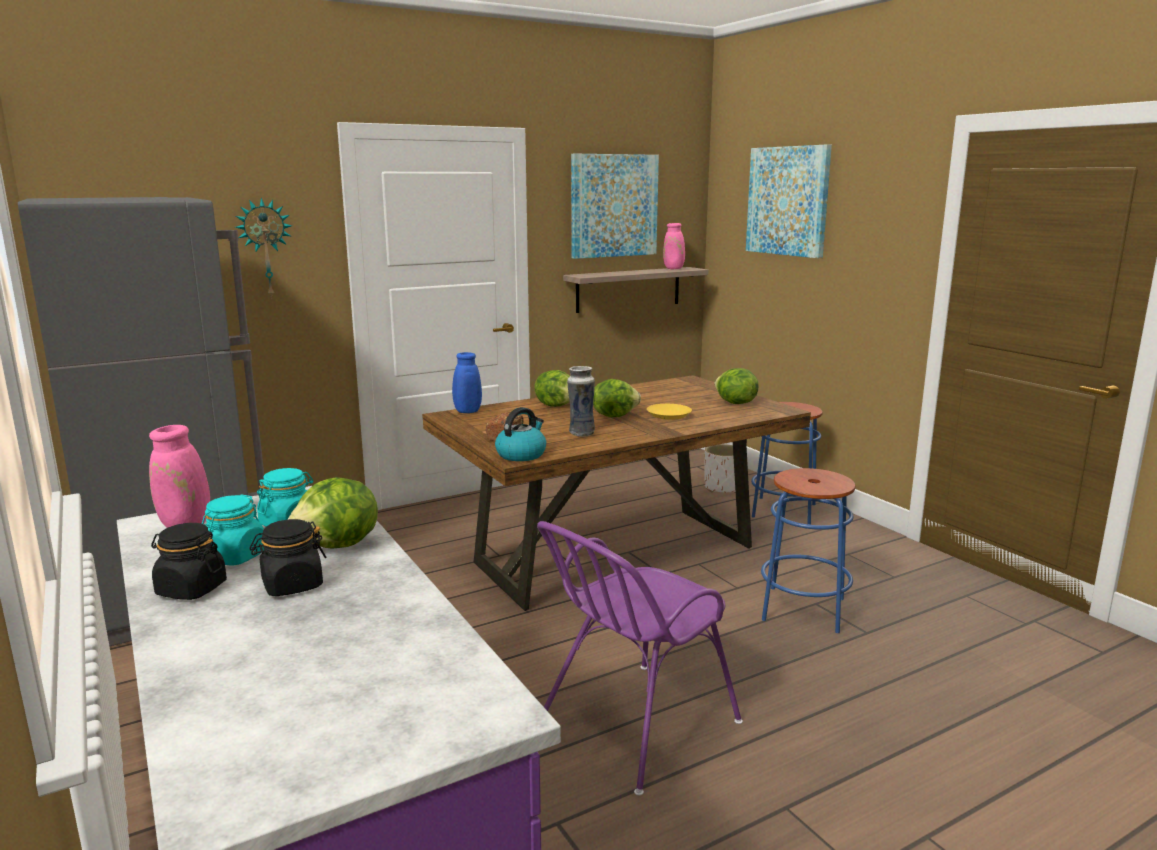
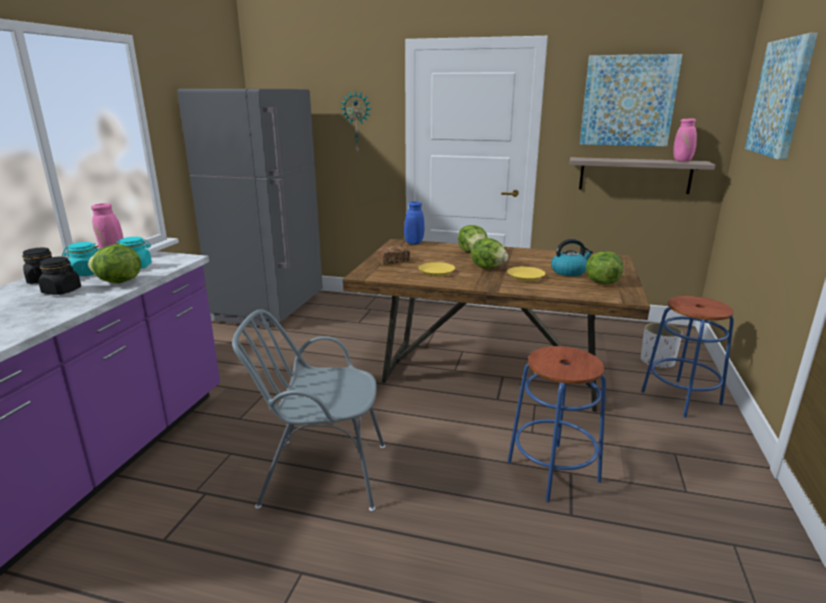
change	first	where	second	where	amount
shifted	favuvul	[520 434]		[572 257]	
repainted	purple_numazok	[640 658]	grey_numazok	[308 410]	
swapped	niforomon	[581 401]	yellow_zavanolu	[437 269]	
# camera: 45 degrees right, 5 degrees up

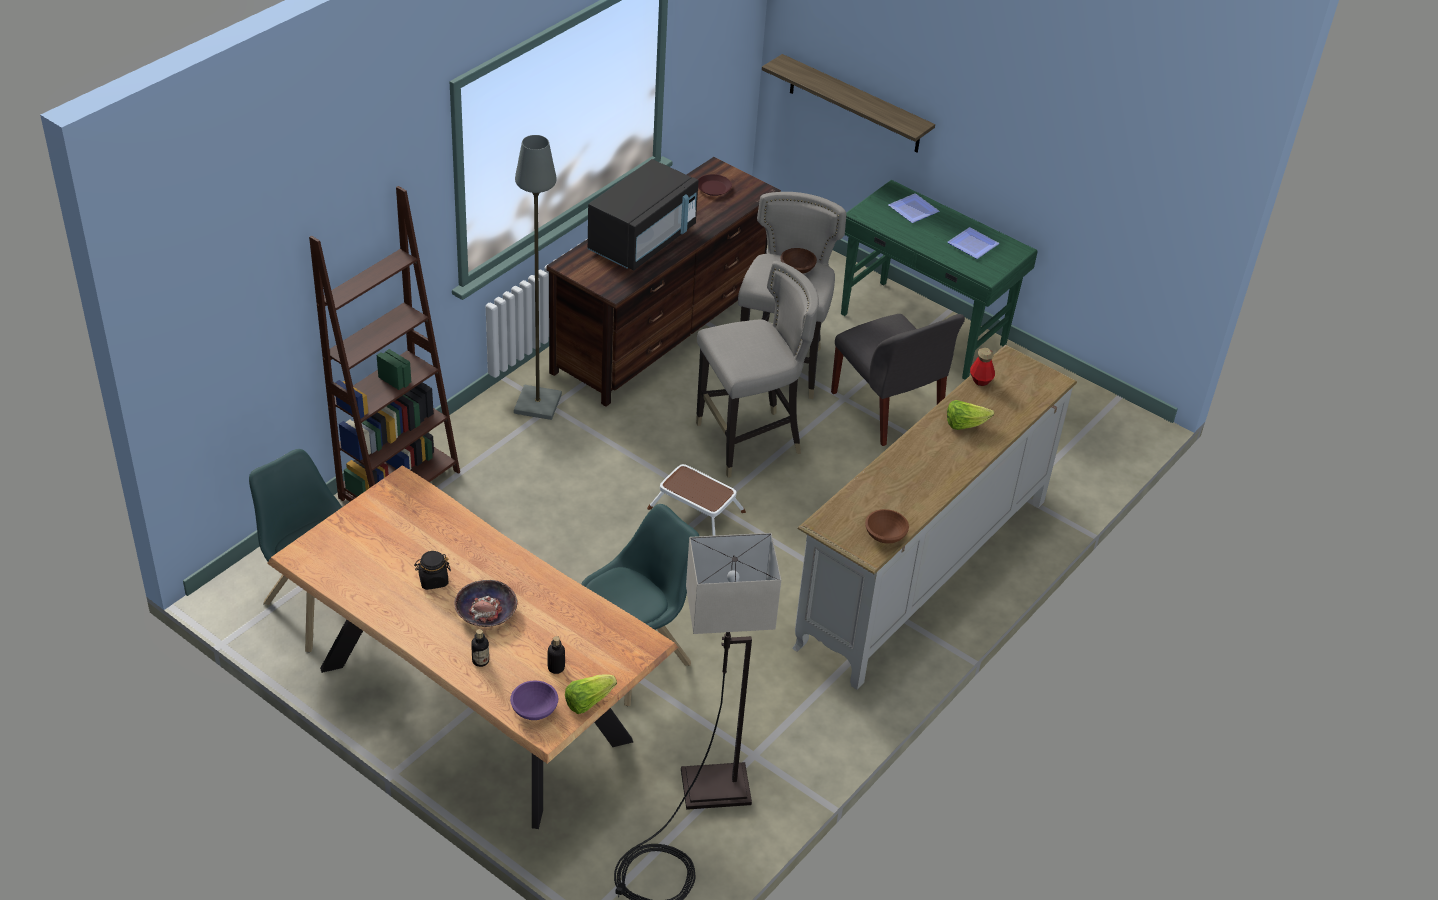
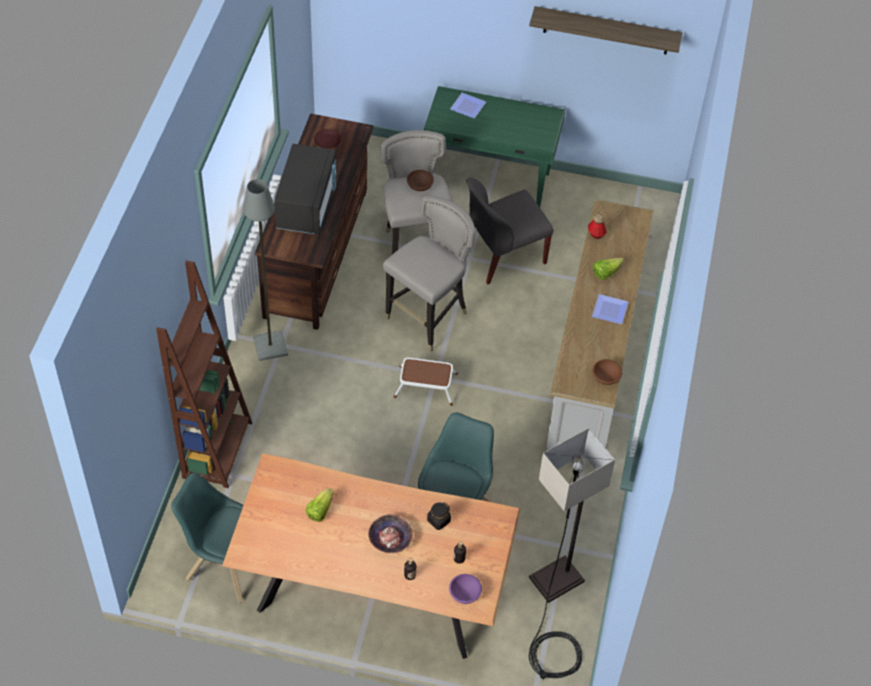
change	first	where	second	where	amount
shifted	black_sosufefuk	[432 570]		[439 516]	
shifted	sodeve	[591 694]		[319 505]	
shifted	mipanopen	[848 103]		[606 30]	
rotated	grey_numazok	[898 380]		[509 231]	120 degrees clockwise
shifted	zavanolu	[973 243]		[610 309]	
# camera: 25 degrees left, 10 degrees up

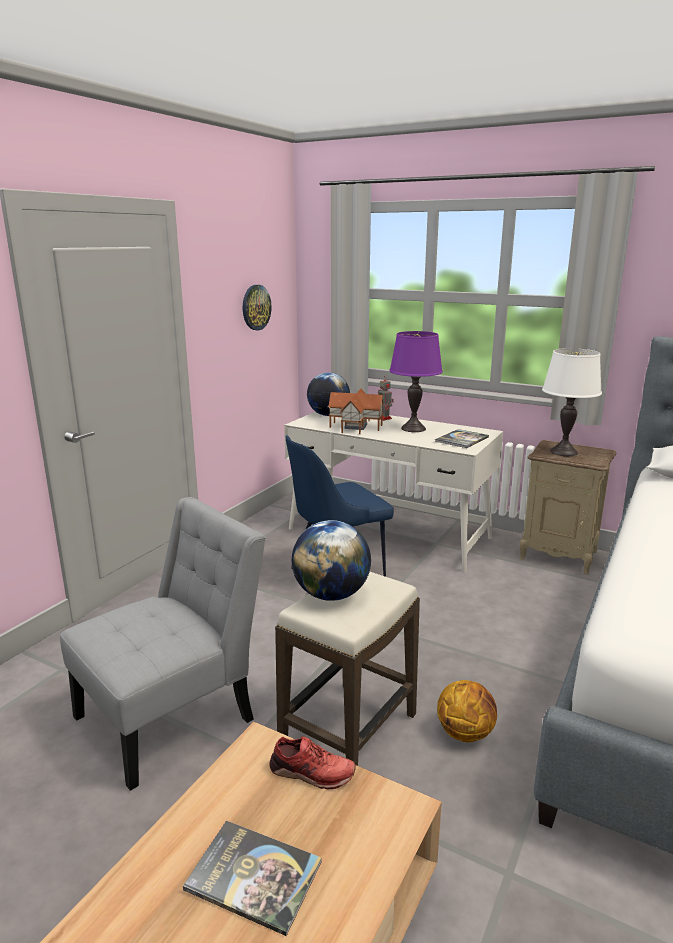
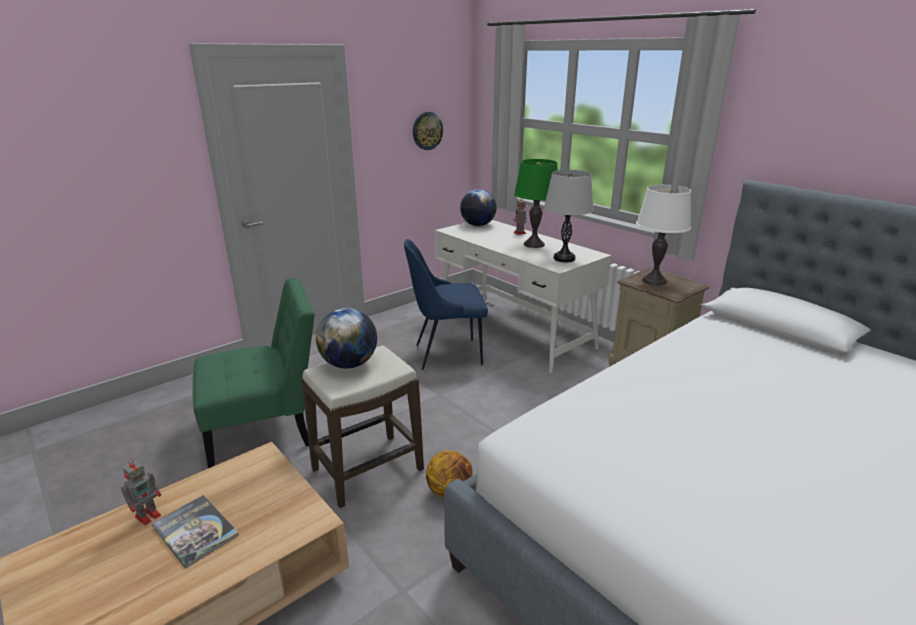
change	first	where	second	where	amount
repainted	grey_numazok	[163 644]	green_numazok	[254 373]	
gone	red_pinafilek	[312 763]			
gone	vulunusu	[356 411]			
repainted	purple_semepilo	[416 381]	green_semepilo	[536 203]	
swapped	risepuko	[462 438]	grey_semepilo	[569 216]	
new			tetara	[141 491]	
# camera: 20 degrees right, 5 degrees up

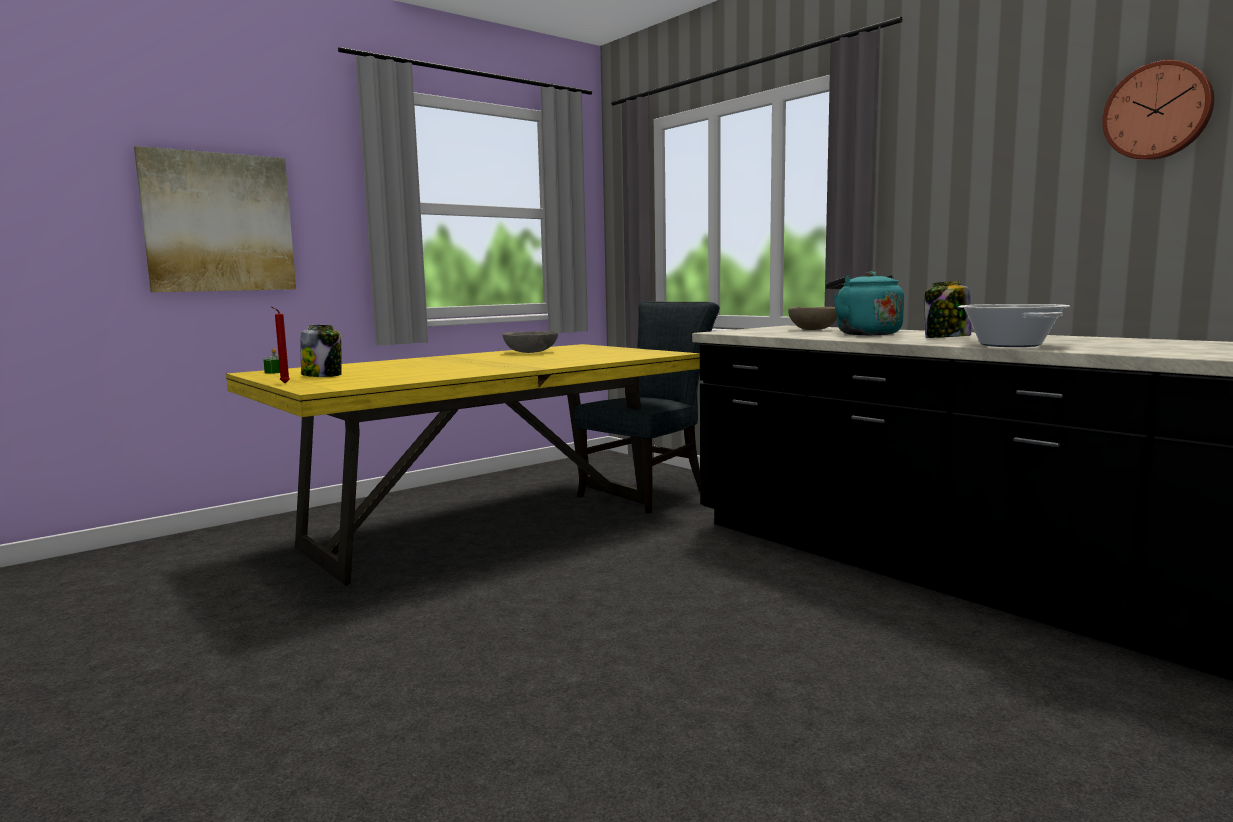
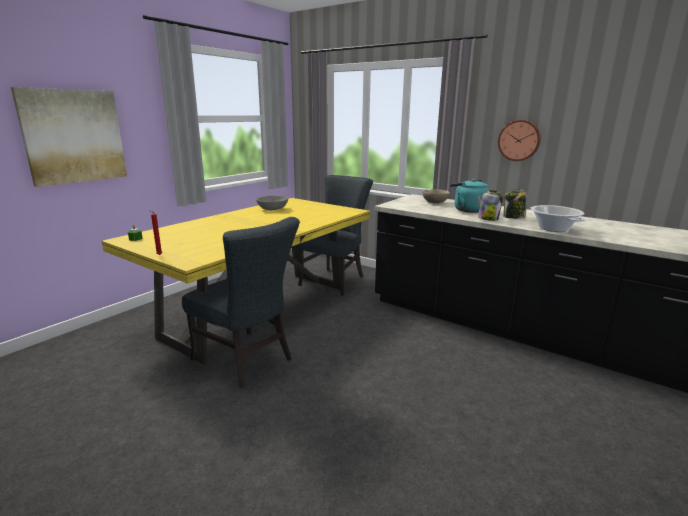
change	first	where	second	where	amount
shifted	sosufefuk	[321 351]		[490 205]	
shifted	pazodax	[1158 110]		[519 140]	
new			grey_numazok	[241 302]	
# camera: 15 degrees left, 10 degrees up

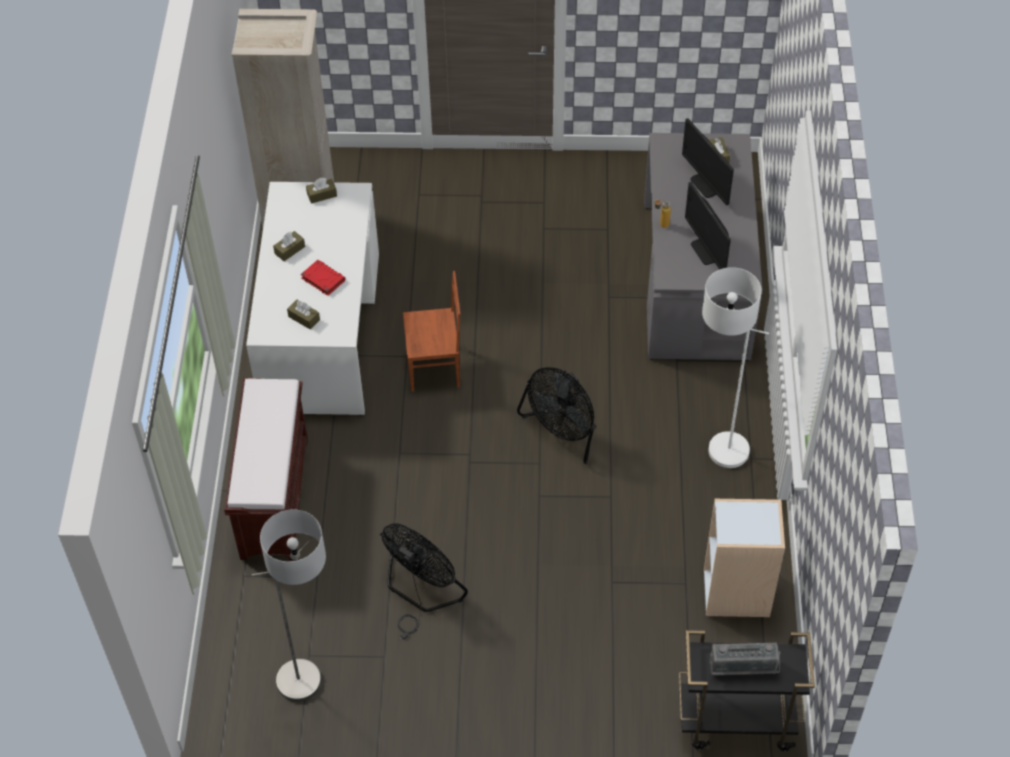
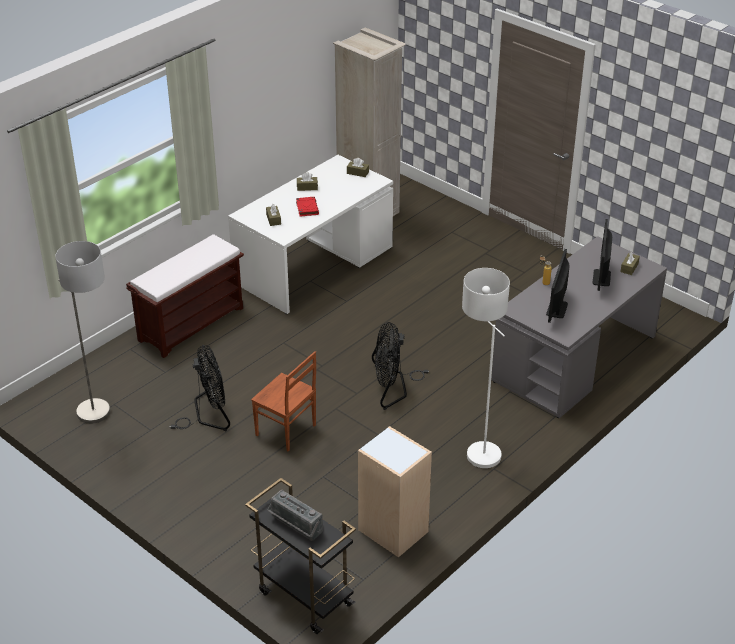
change	first	where	second	where	amount
shifted	brown_numazok	[431 331]		[283 401]	
# camera: 40 degrees right, 15 degrees down

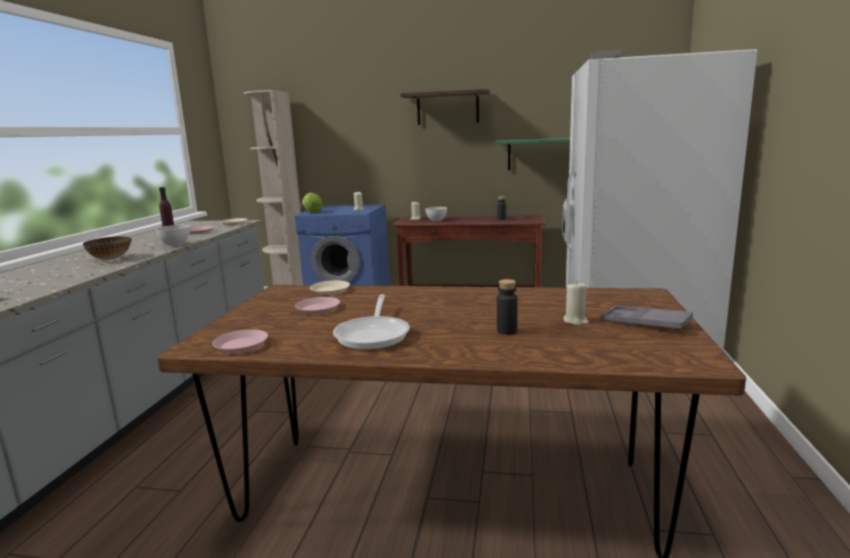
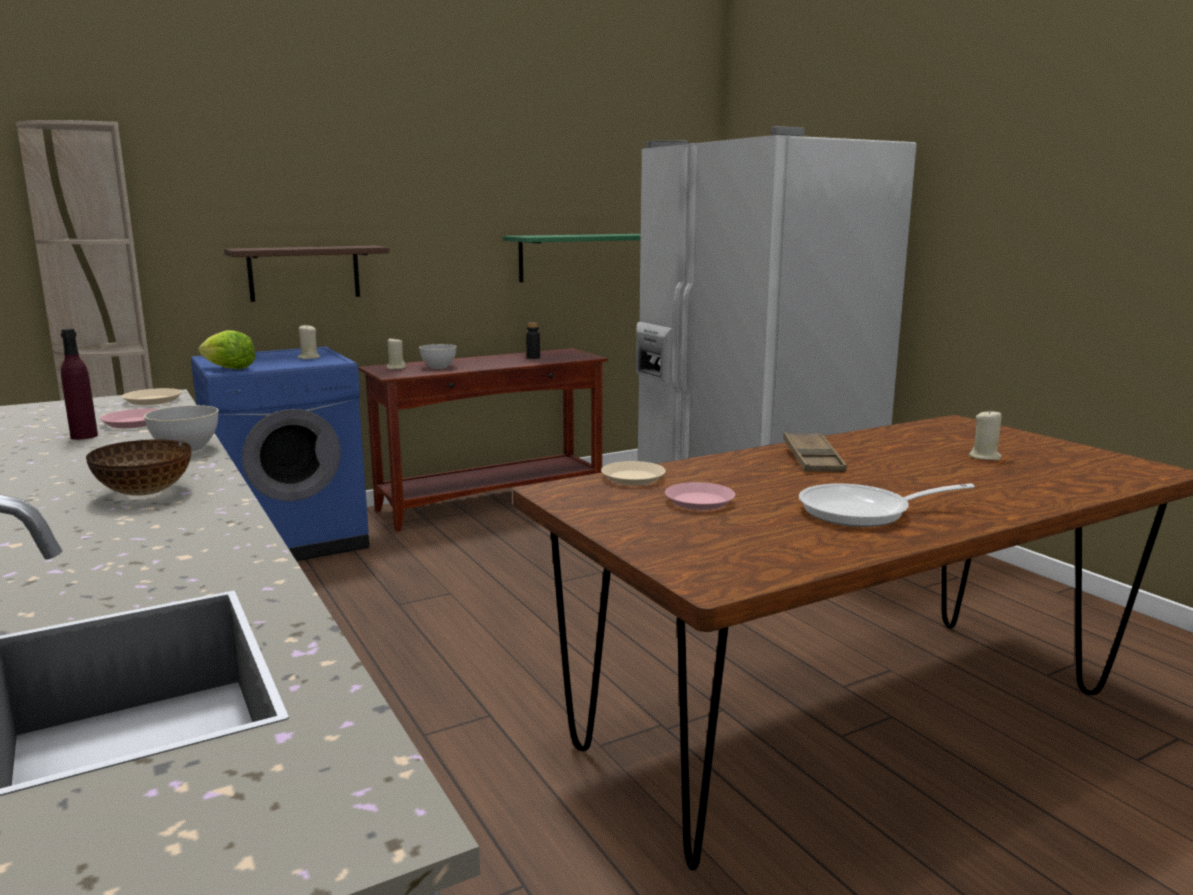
change	first	where	second	where	amount
gone	pink_zavanolu	[240 341]			
rotated	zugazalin	[371 322]		[887 505]	120 degrees clockwise
shifted	mipanopen	[445 107]		[306 274]	
gone	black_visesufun	[507 307]			
gone	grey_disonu	[647 318]			
new			brown_disonu	[815 452]	
# camera: 40 degrees left, 0 degrees up

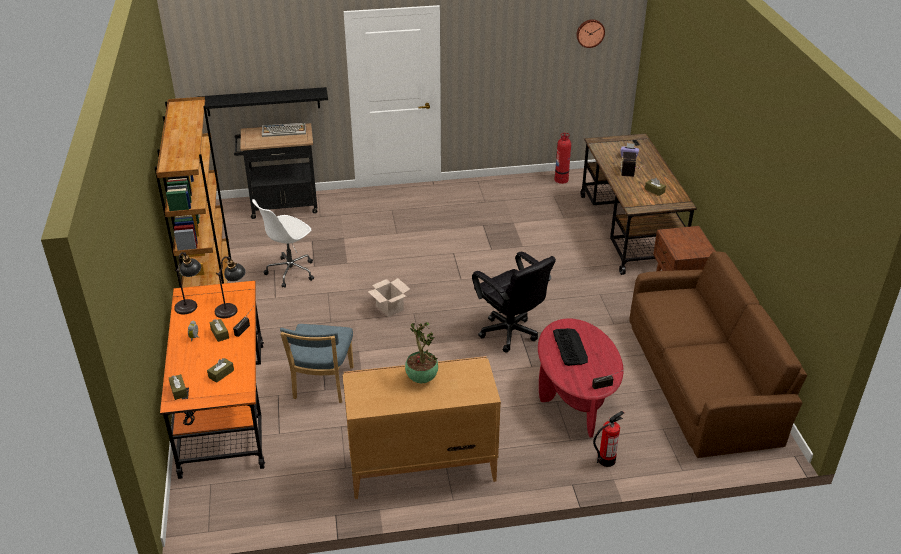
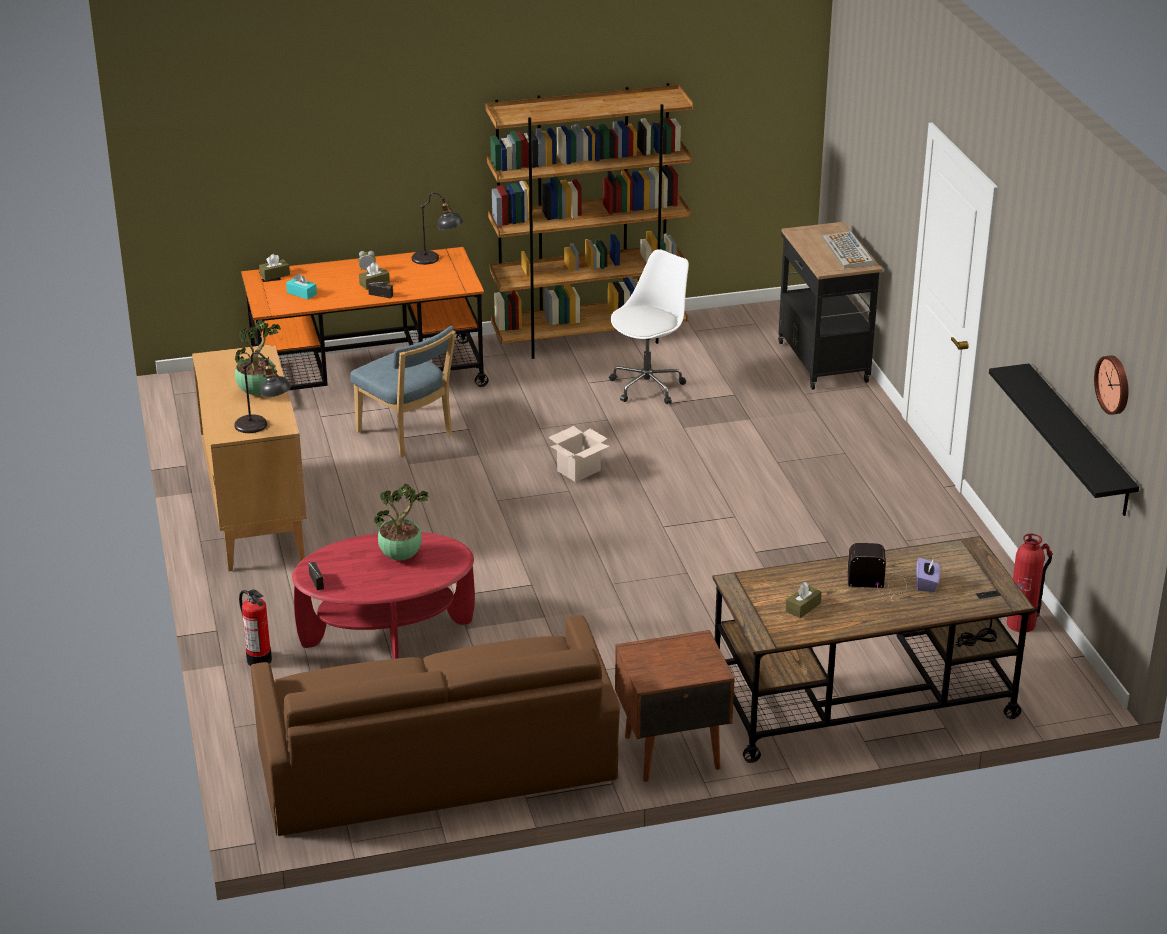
change	first	where	second	where	amount
shifted	black_mipanopen	[262 101]		[1064 439]	
repainted	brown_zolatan	[220 370]	turquoise_zolatan	[301 286]	
shifted	grey_semepilo	[230 287]		[262 392]	
rotated	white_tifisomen	[283 243]		[649 326]	90 degrees clockwise
rotated	blue_numazok	[317 363]		[403 391]	135 degrees counterclockwise
gone	black_tifisomen	[514 302]			
swapped	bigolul	[570 347]	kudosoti	[401 522]	
# camera: 85 degrees right, 5 degrees down

